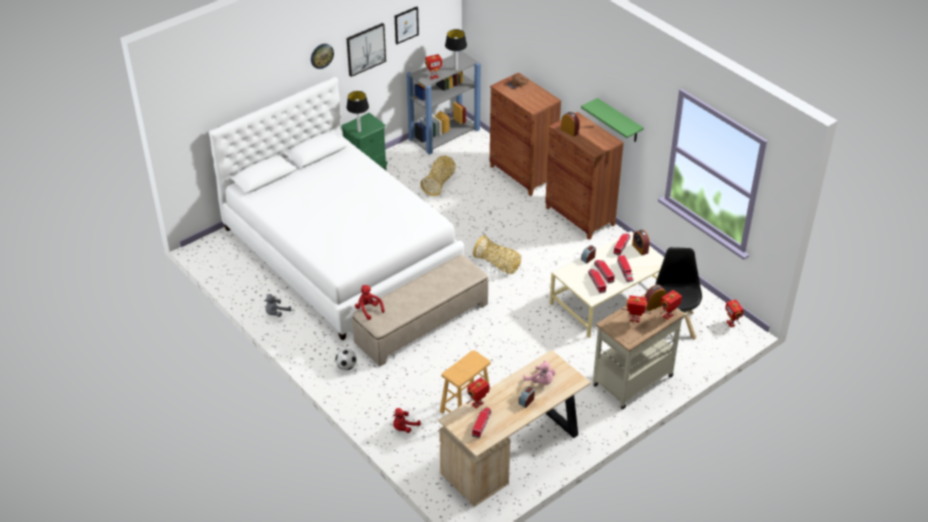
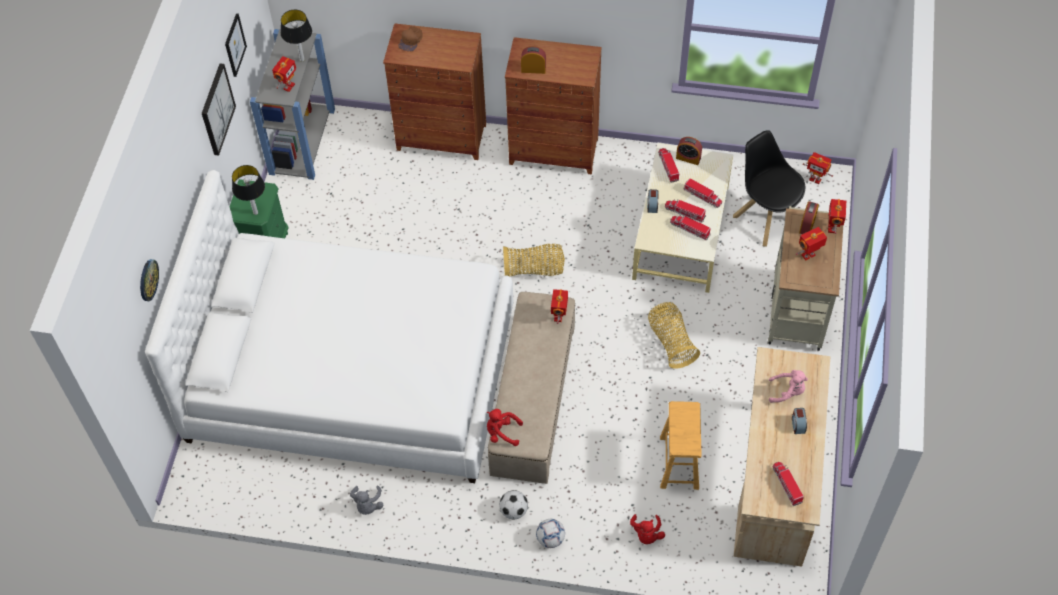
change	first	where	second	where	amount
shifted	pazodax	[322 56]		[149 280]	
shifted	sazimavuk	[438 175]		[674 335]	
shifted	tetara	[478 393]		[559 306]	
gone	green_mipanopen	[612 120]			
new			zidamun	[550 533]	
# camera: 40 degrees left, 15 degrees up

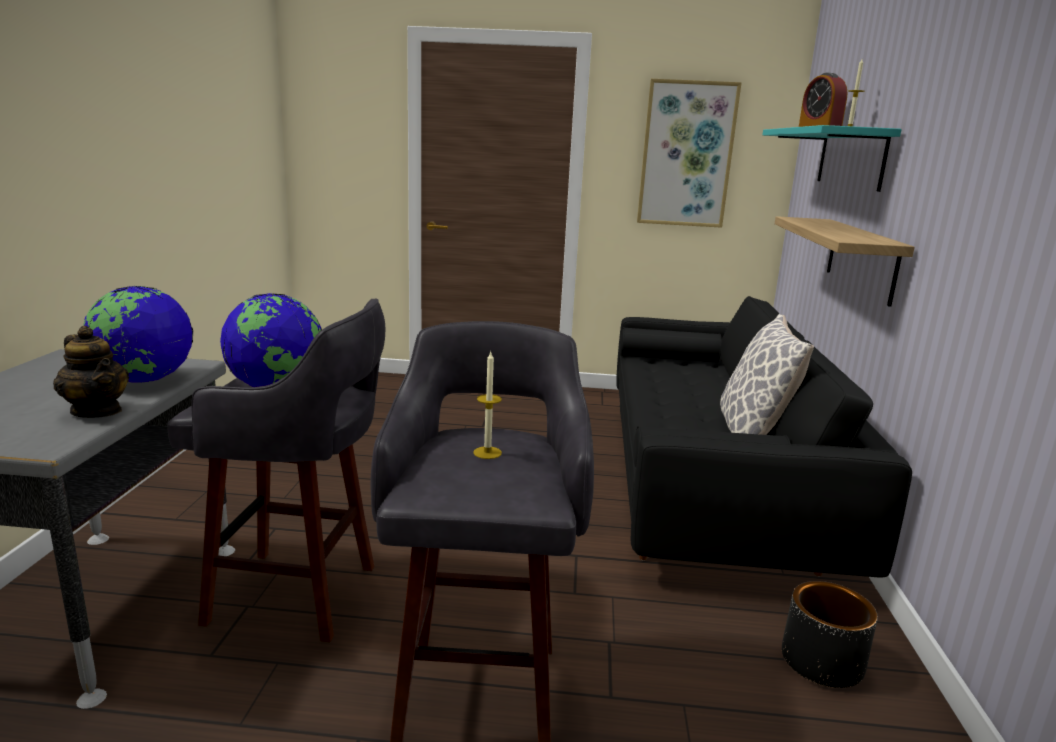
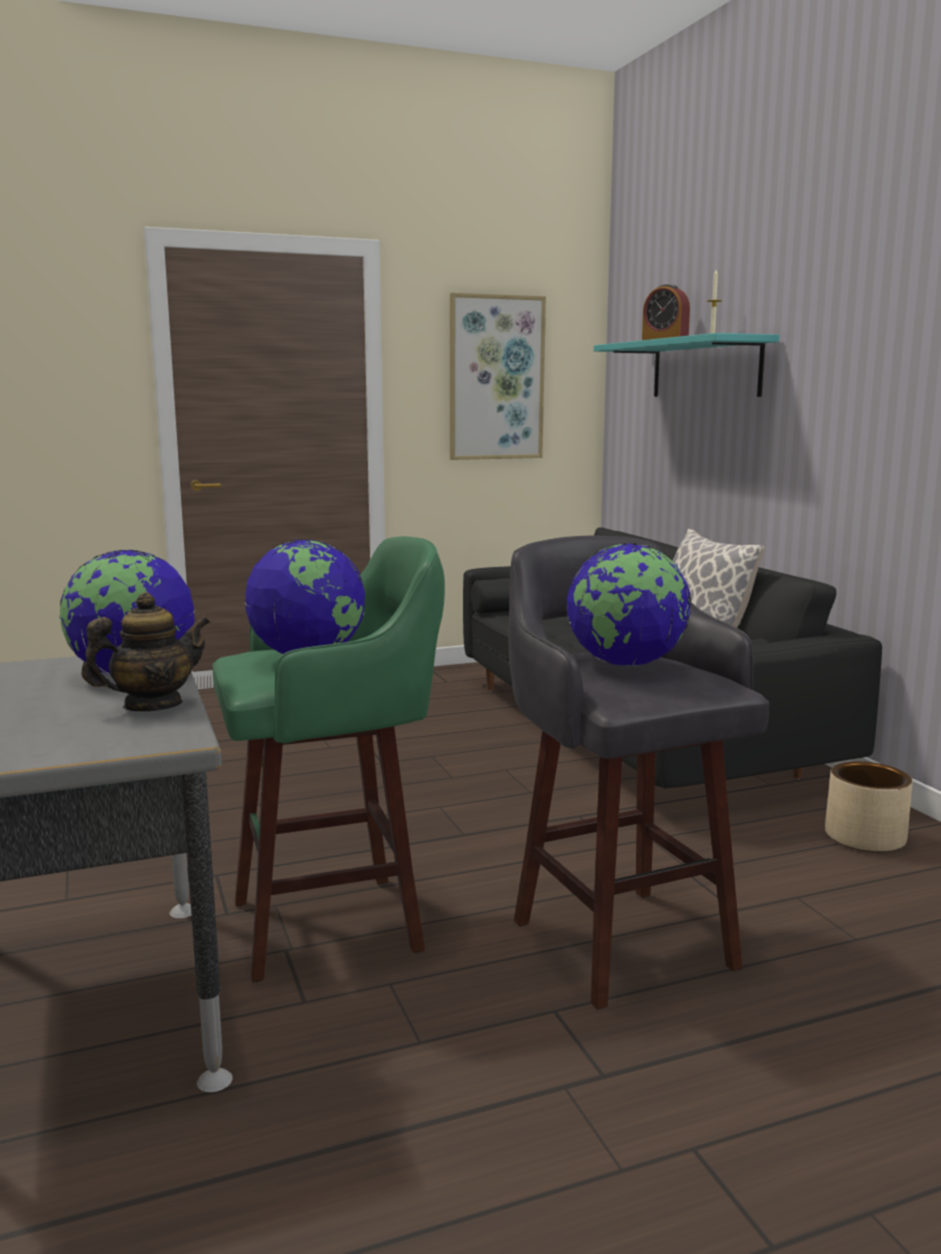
change	first	where	second	where	amount
rotated	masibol	[91 372]		[145 651]	45 degrees counterclockwise
repainted	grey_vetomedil	[276 470]	green_vetomedil	[329 759]	
swapped	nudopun	[487 405]	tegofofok	[629 604]	
gone	mipanopen	[845 261]			
repainted	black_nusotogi	[830 634]	beige_nusotogi	[869 807]	
# camera: 25 degrees left, 5 degrees down

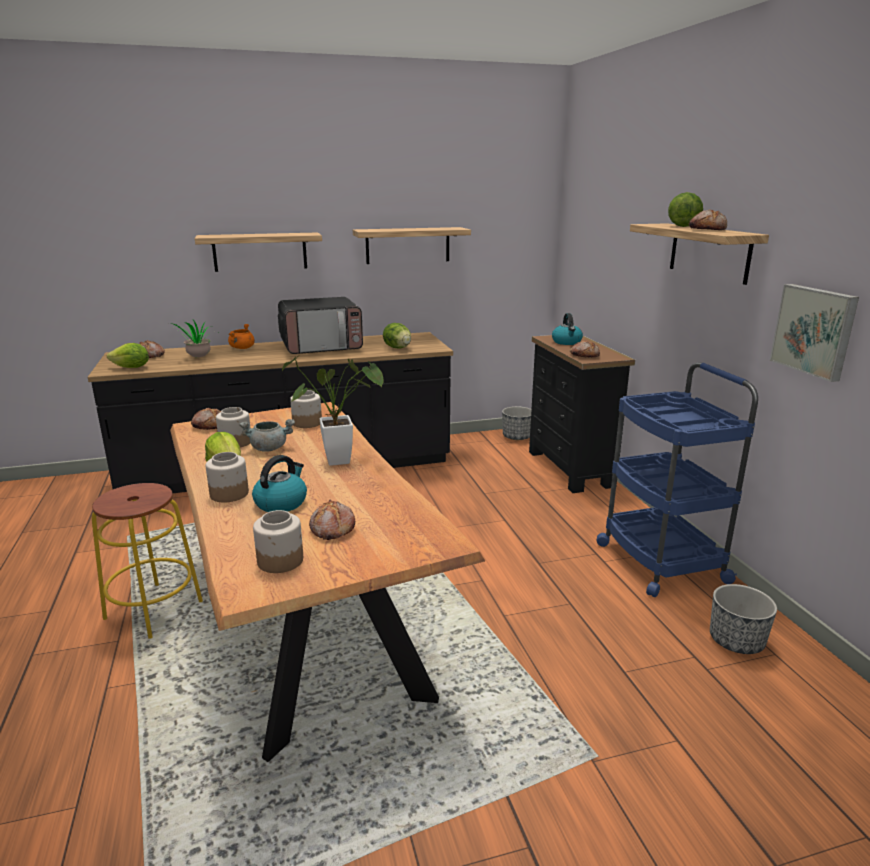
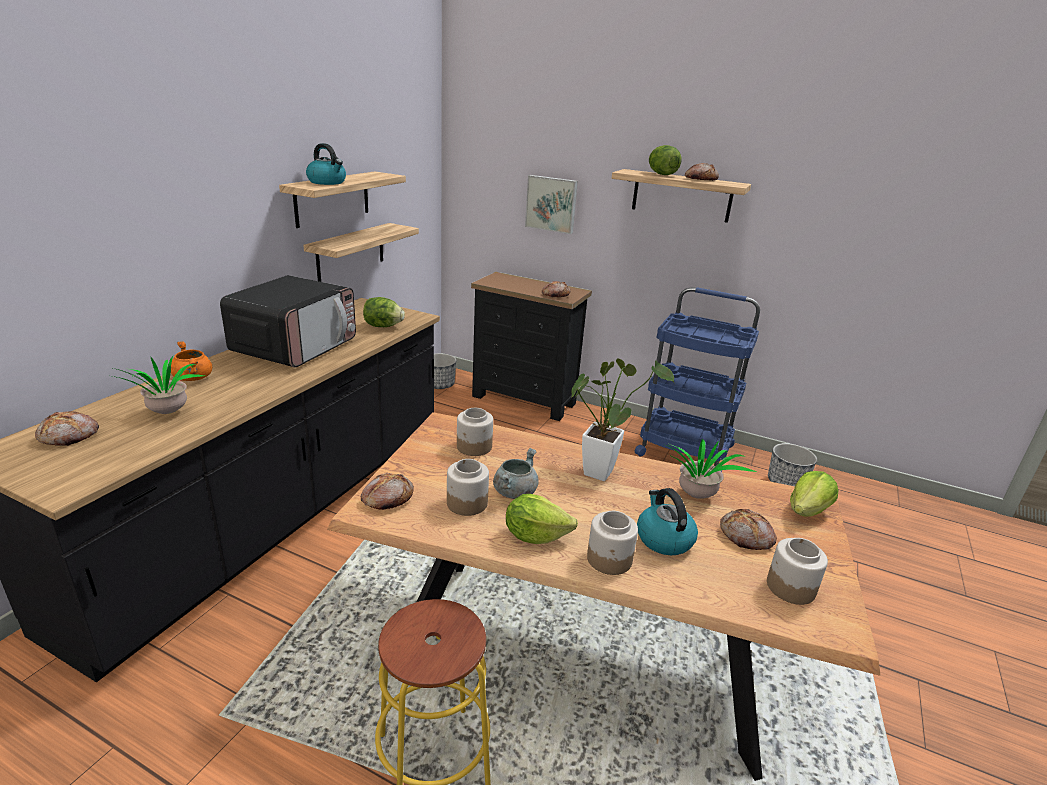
change	first	where	second	where	amount
shifted	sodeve	[128 355]		[814 494]	
shifted	mipanopen	[258 252]		[361 252]	
shifted	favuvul	[567 329]		[326 164]	
shifted	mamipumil	[814 333]		[551 204]	
new			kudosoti	[713 469]	
# camera: 50 degrees left, 5 degrees up

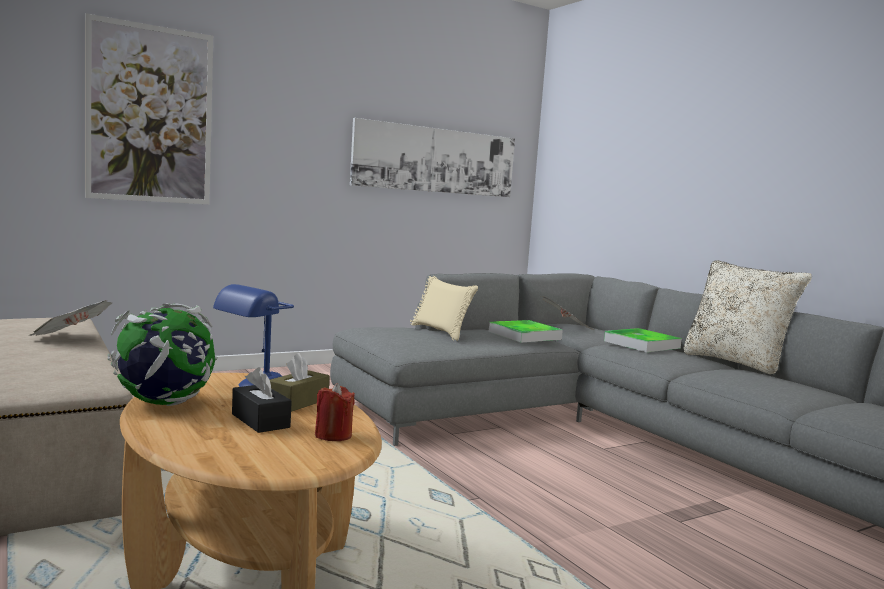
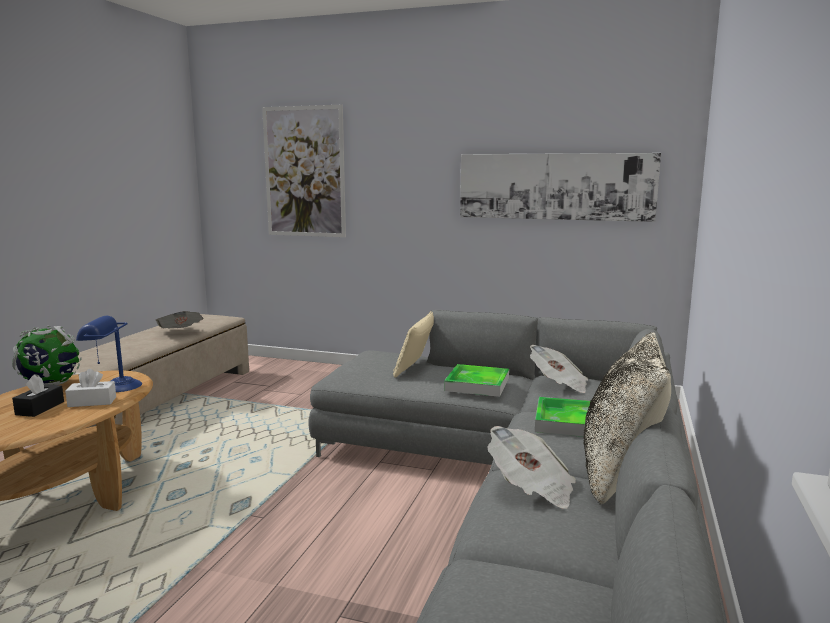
change	first	where	second	where	amount
repainted	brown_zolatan	[300 382]	white_zolatan	[90 388]	
gone	red_nudopun	[335 412]			
new			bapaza	[531 467]	
# camera: 50 degrees right, 5 degrees up

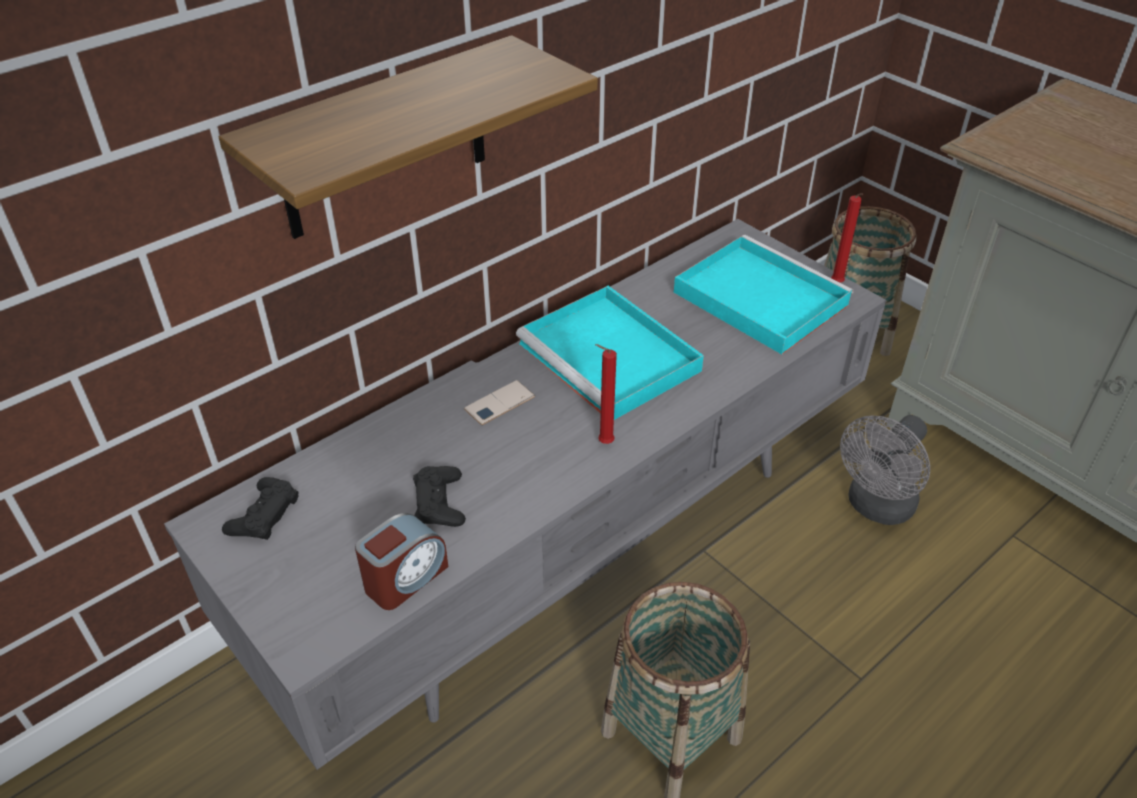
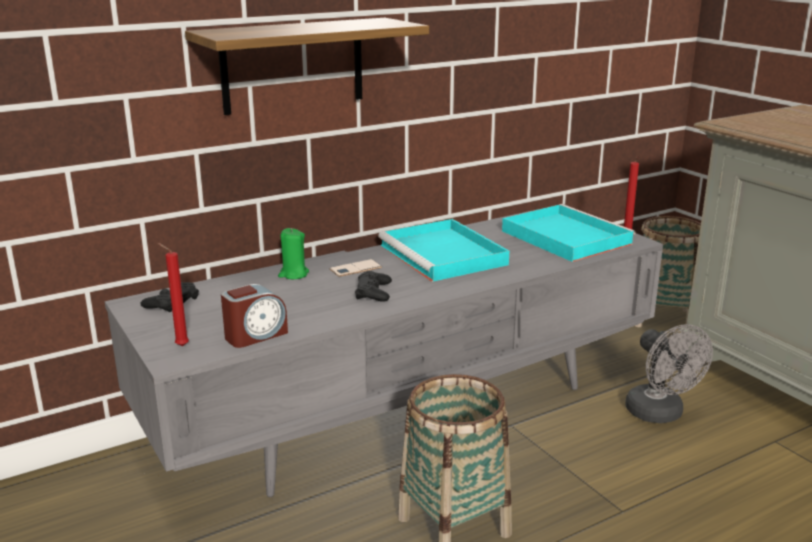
change	first	where	second	where	amount
shifted	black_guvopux	[439 496]		[373 286]	
shifted	red_nudopun	[606 394]		[173 295]	
rotated	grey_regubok	[885 470]		[669 373]	75 degrees counterclockwise
new			green_nudopun	[293 253]	
# camera: 10 degrees right, 20 degrees down

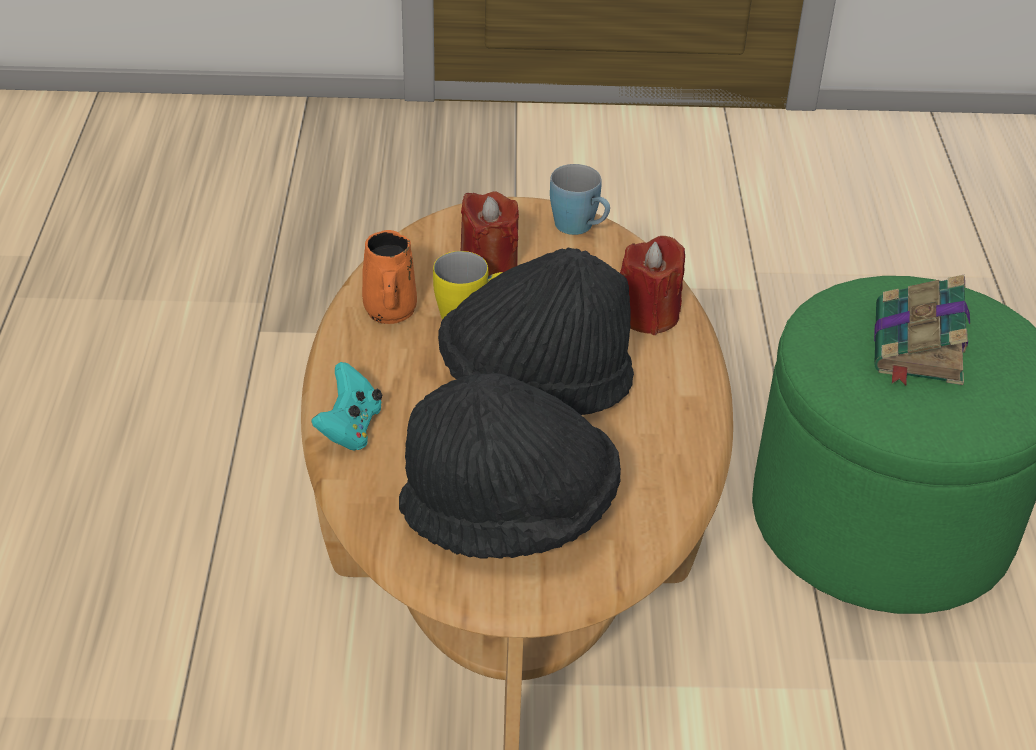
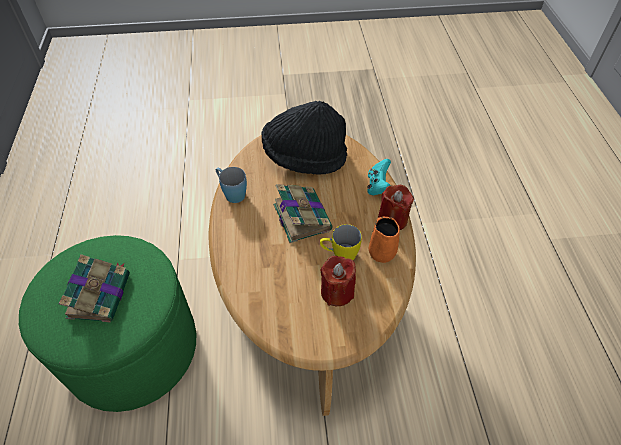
change	first	where	second	where	amount
swapped	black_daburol	[536 331]	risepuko	[302 213]	
shifted	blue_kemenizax	[580 199]		[231 185]	
shifted	red_nudopun	[652 285]		[396 207]	
# camera: 175 degrees right, 10 degrees up

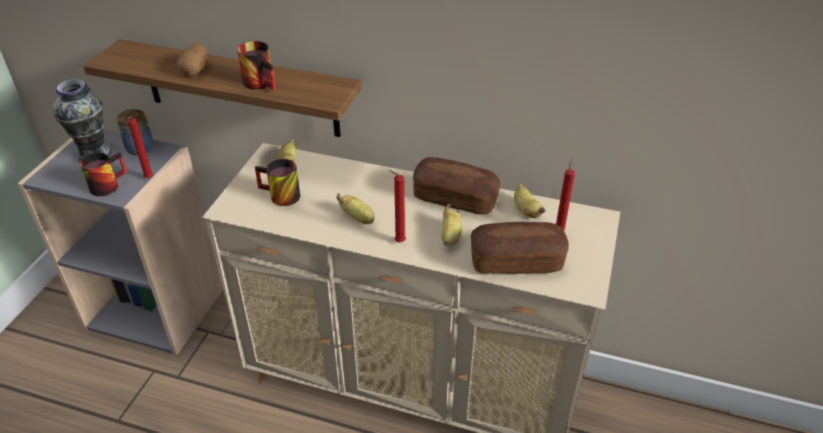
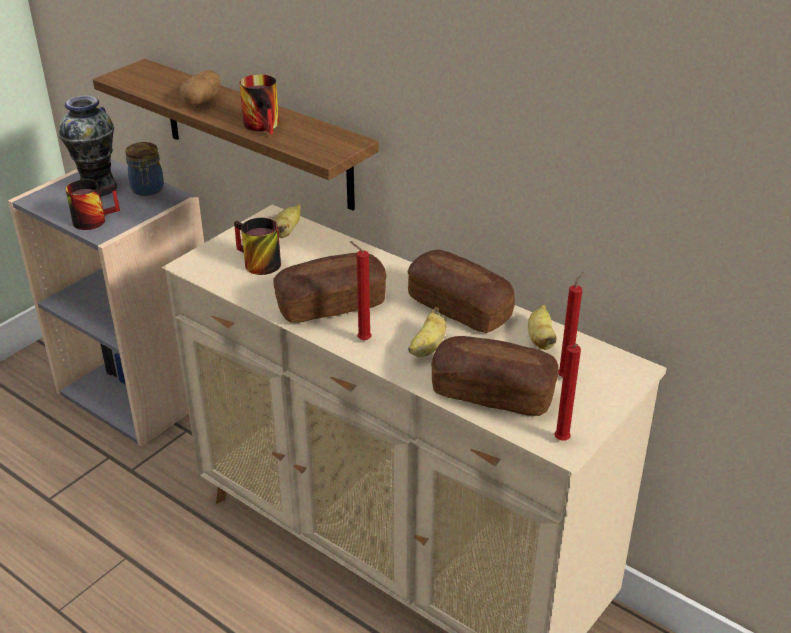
change	first	where	second	where	amount
shifted	red_nudopun	[140 147]		[567 392]	
swapped	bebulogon	[356 208]	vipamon	[330 288]	
# camera: 20 degrees right, 5 degrees down

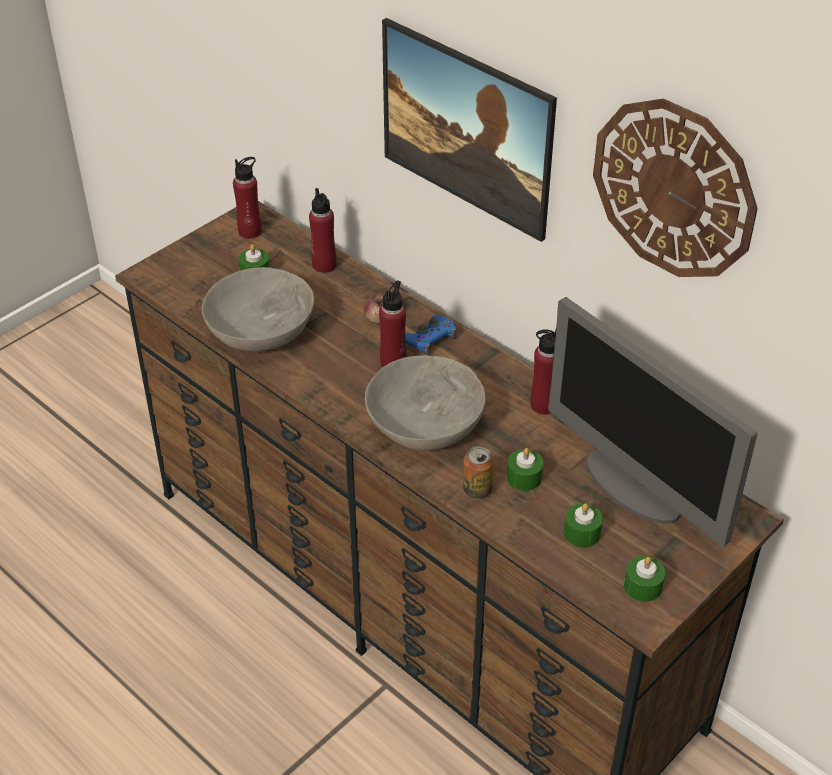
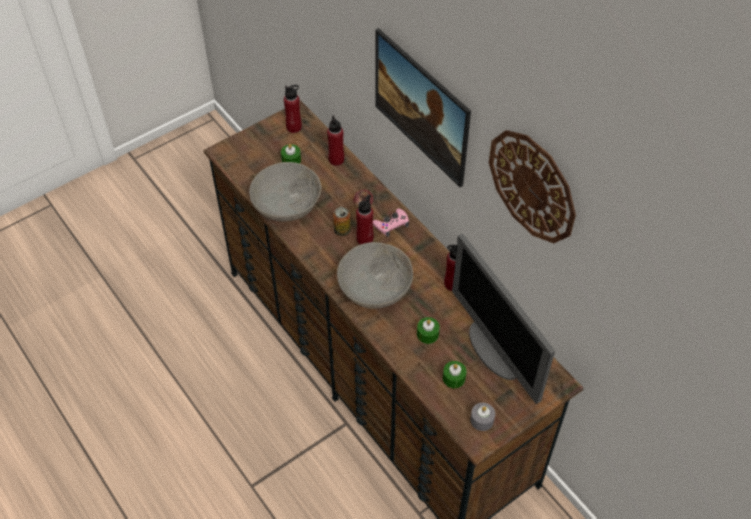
change	first	where	second	where	amount
repainted	blue_guvopux	[431 335]	pink_guvopux	[391 223]	
shifted	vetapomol	[478 472]		[342 221]	
repainted	green_nudopun	[644 579]	grey_nudopun	[482 417]	
# camera: 10 degrees right, 10 degrees up

